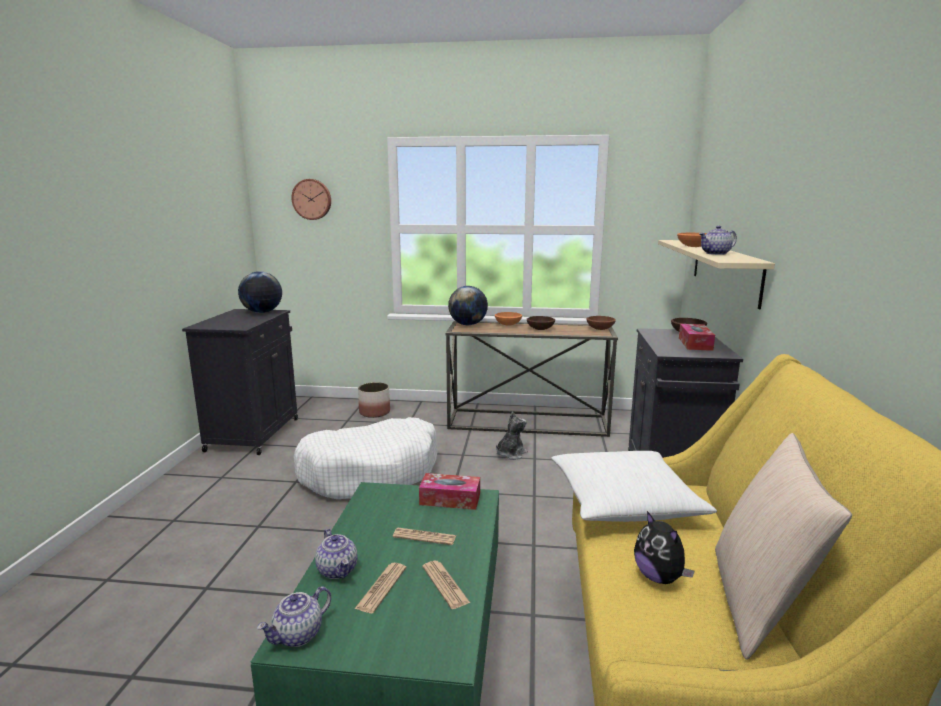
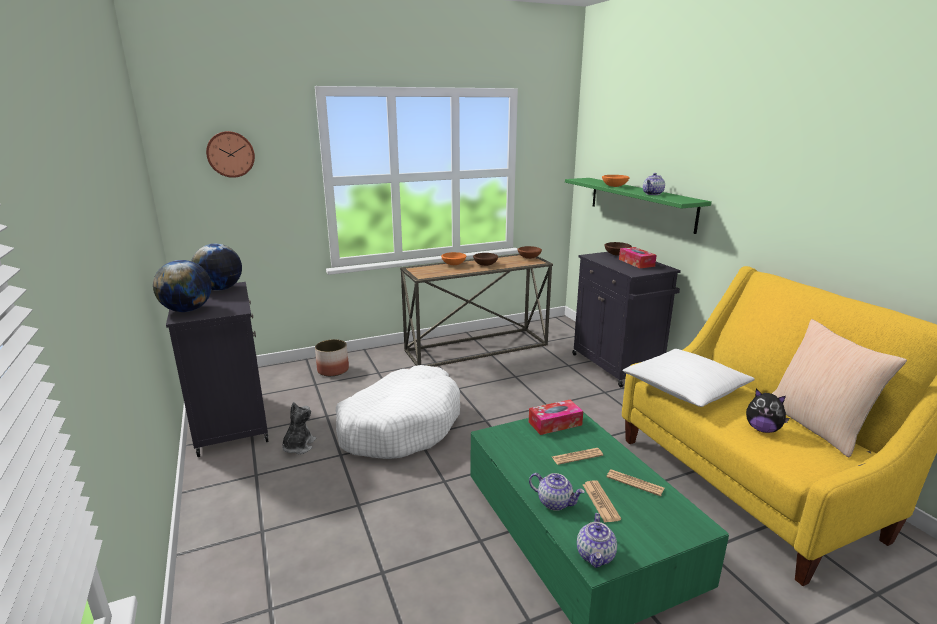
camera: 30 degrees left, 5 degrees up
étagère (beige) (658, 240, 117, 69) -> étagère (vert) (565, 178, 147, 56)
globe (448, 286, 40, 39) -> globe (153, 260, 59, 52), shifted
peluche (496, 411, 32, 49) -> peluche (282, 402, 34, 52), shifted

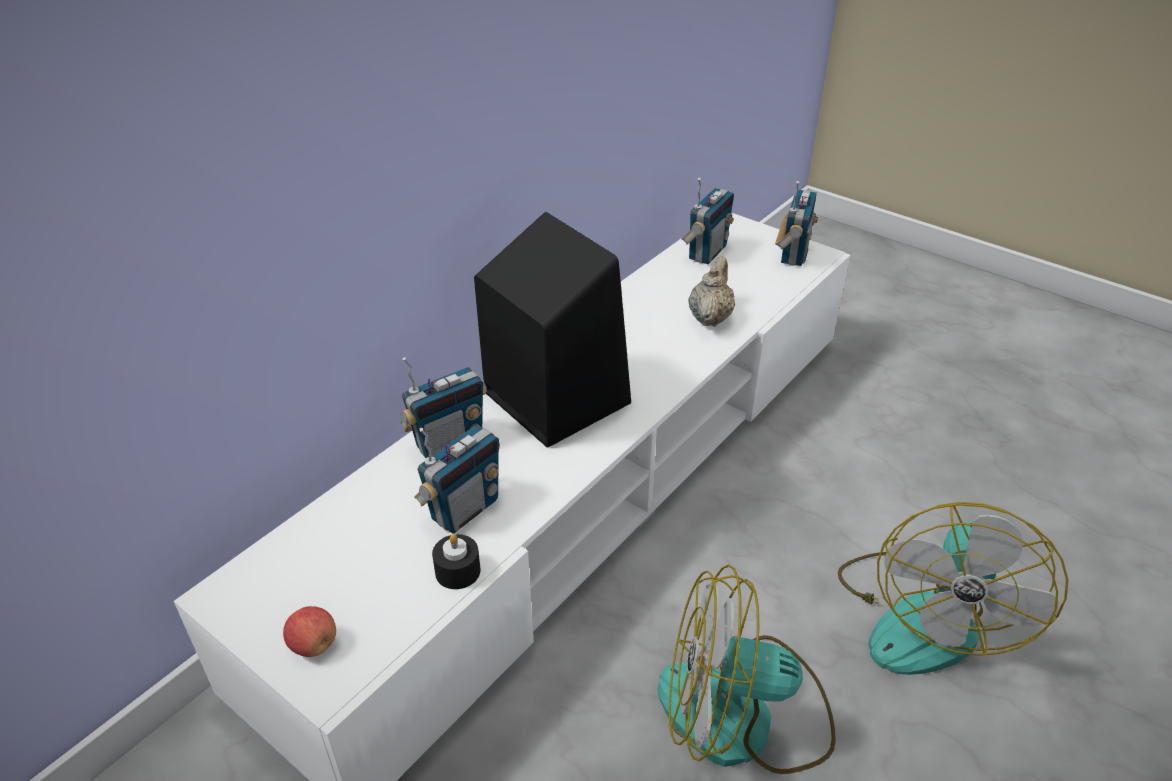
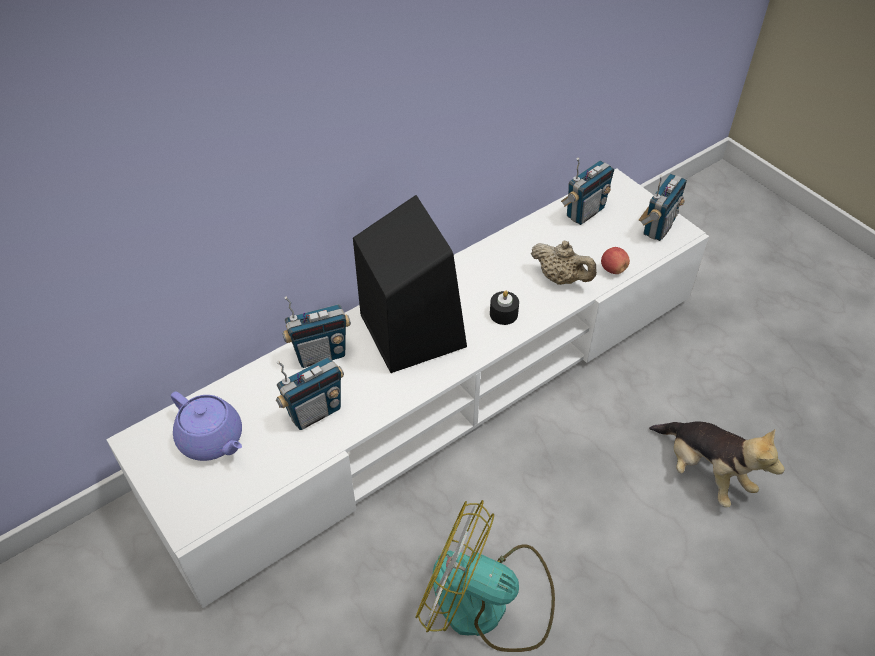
camera: 15 degrees right, 10 degrees up
théière (beige) (688, 256, 47, 71) -> théière (beige) (531, 240, 66, 45), 90 degrees clockwise
ventilateur (838, 502, 230, 173) -> none
bougie (noir) (432, 534, 49, 55) -> bougie (noir) (490, 291, 29, 34), shifted
pomme (283, 606, 53, 51) -> pomme (601, 247, 29, 27), shifted
none -> théière (violet) (171, 392, 71, 69)
none -> peluche (649, 421, 136, 87)

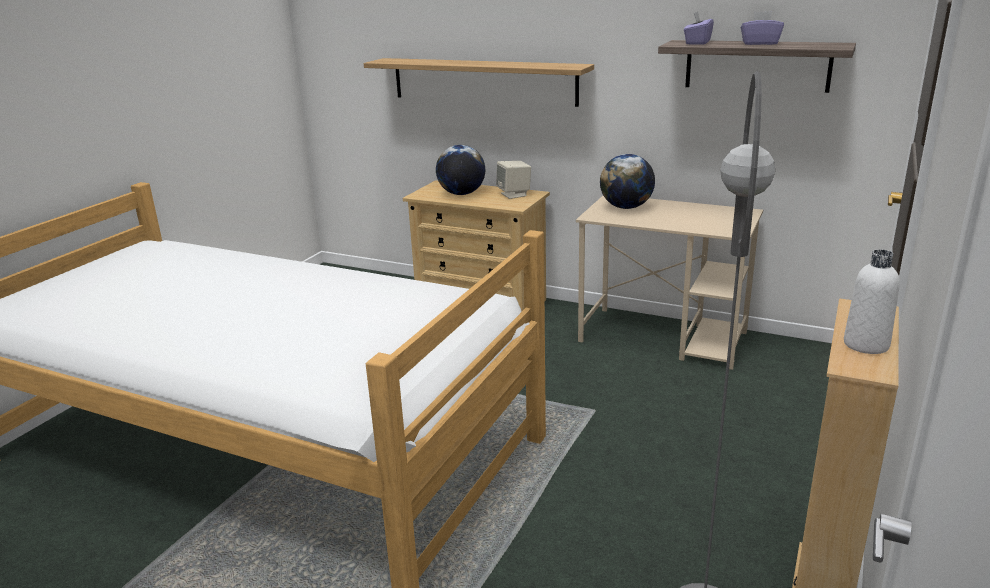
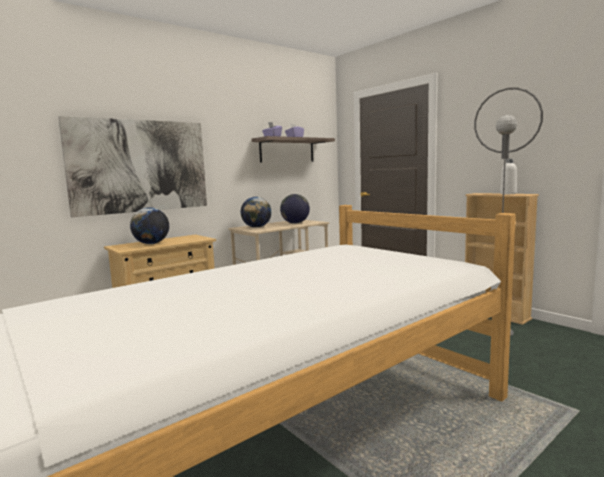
camera: 65 degrees left, 15 degrees down
étagère (364, 58, 230, 49) -> tableau (58, 116, 149, 101)
enceinte (beige) (496, 161, 35, 38) -> none
none -> globe (280, 194, 30, 30)

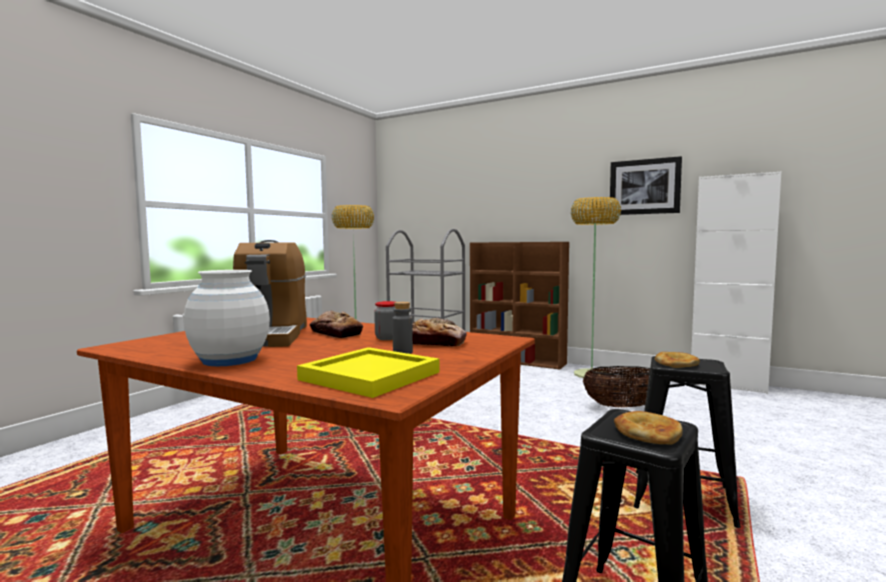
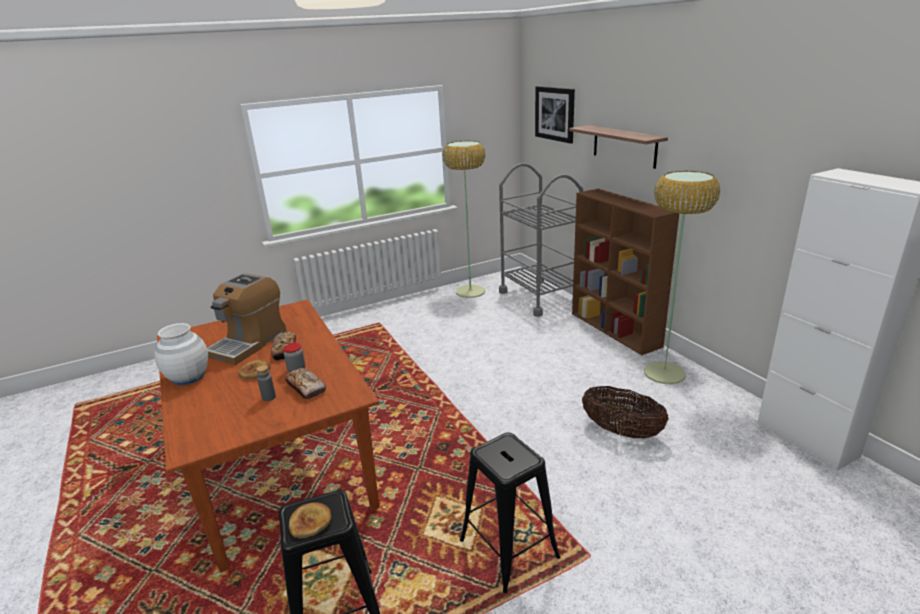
camera: 35 degrees right, 20 degrees up
tableau (609, 156, 73, 59) -> tableau (535, 86, 40, 58), shifted
plateau (jaune) (297, 347, 142, 51) -> none
pain (655, 352, 45, 16) -> pain (237, 360, 34, 19), shifted
none -> étagère (569, 125, 99, 44)

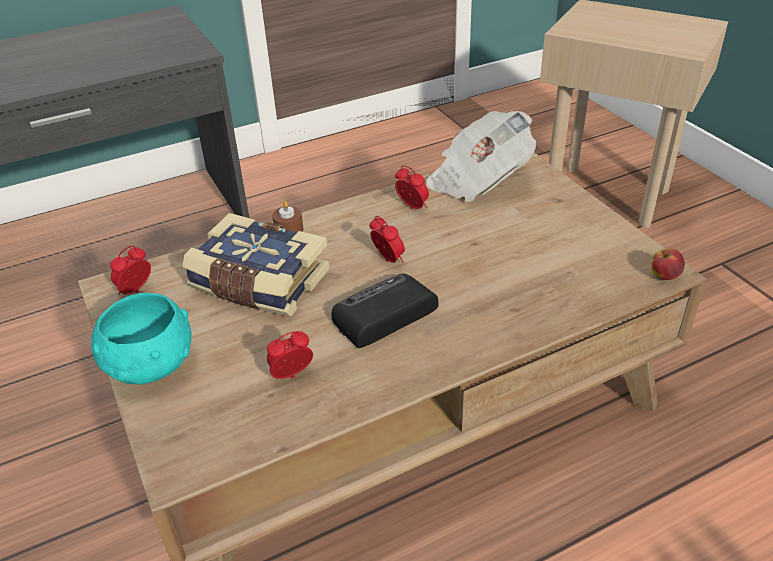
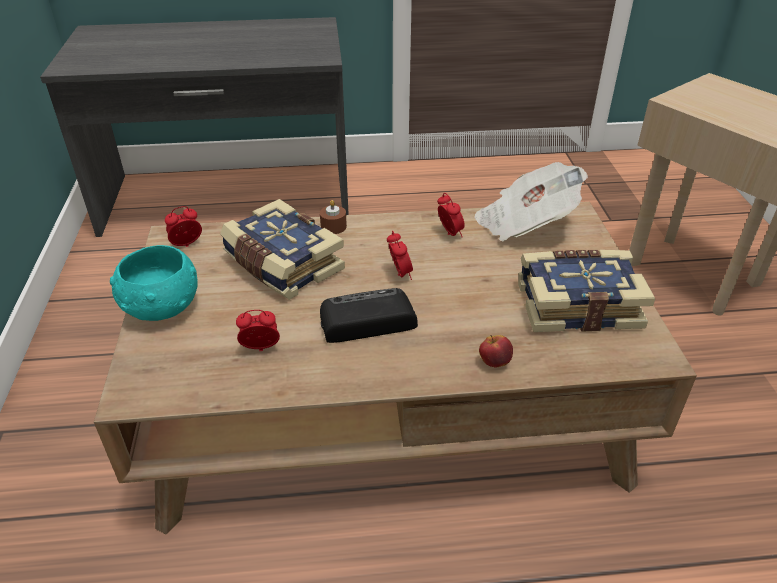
camera: 20 degrees right, 0 degrees up
pomme (651, 249, 34, 31) -> pomme (479, 335, 34, 33), shifted
none -> livre (518, 250, 137, 82)

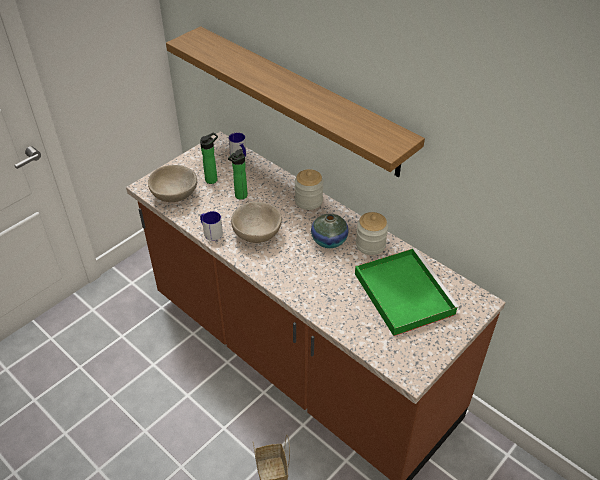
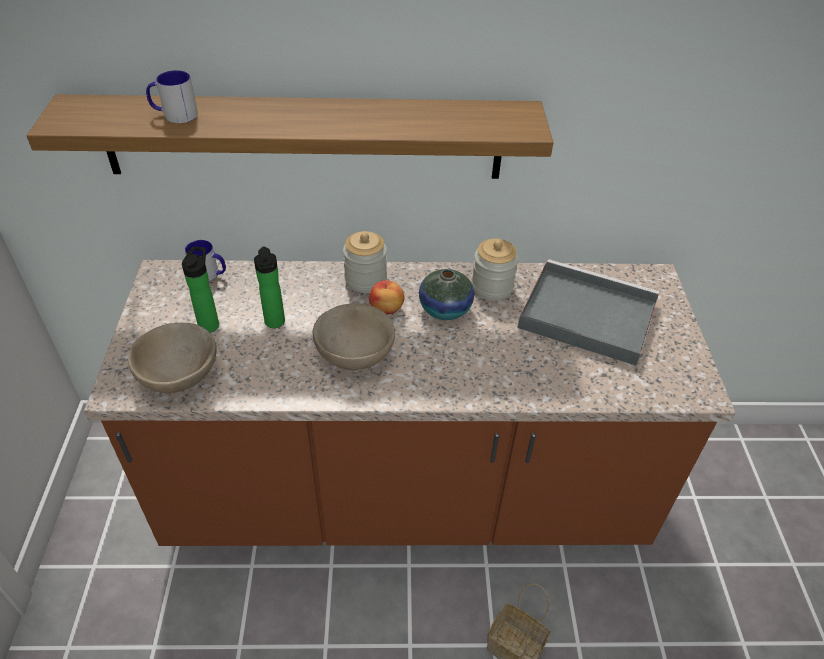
camera: 45 degrees left, 0 degrees up
mug (200, 211, 23, 30) -> mug (146, 70, 52, 53), shifted
plateau (vert) (355, 248, 105, 88) -> plateau (gris) (518, 259, 141, 107)
none -> pomme (369, 280, 36, 35)

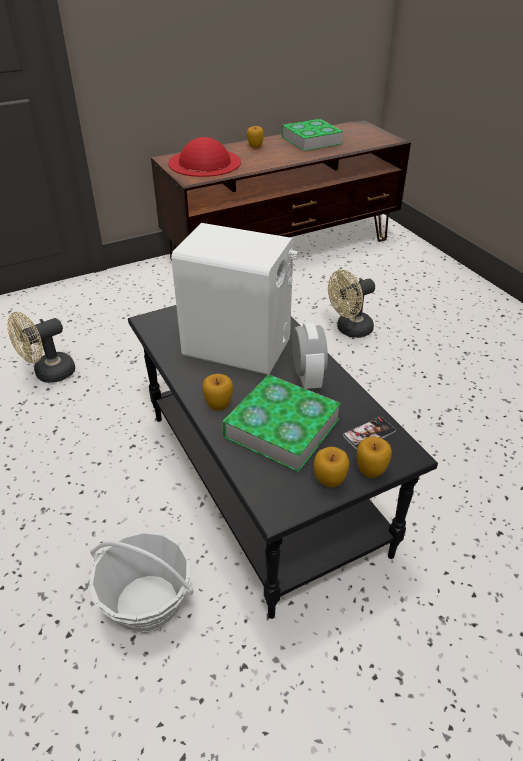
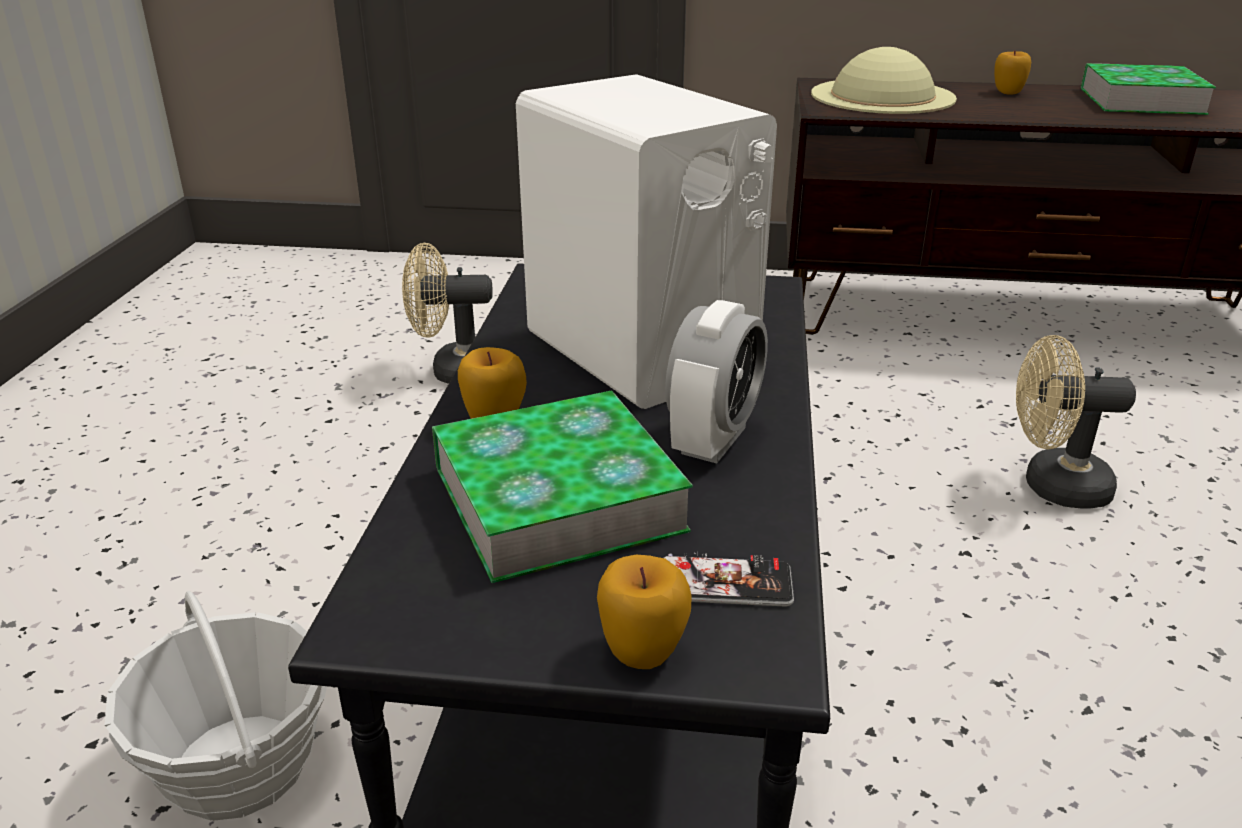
camera: 35 degrees right, 10 degrees down
chapeau (rouge) (168, 137, 73, 40) -> chapeau (beige) (811, 47, 146, 67)
pomme (313, 447, 36, 40) -> none

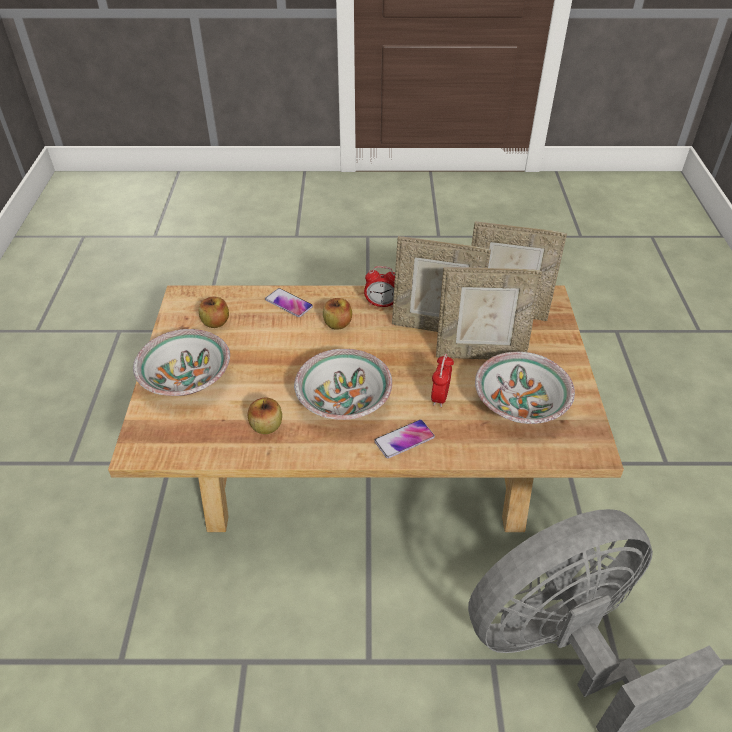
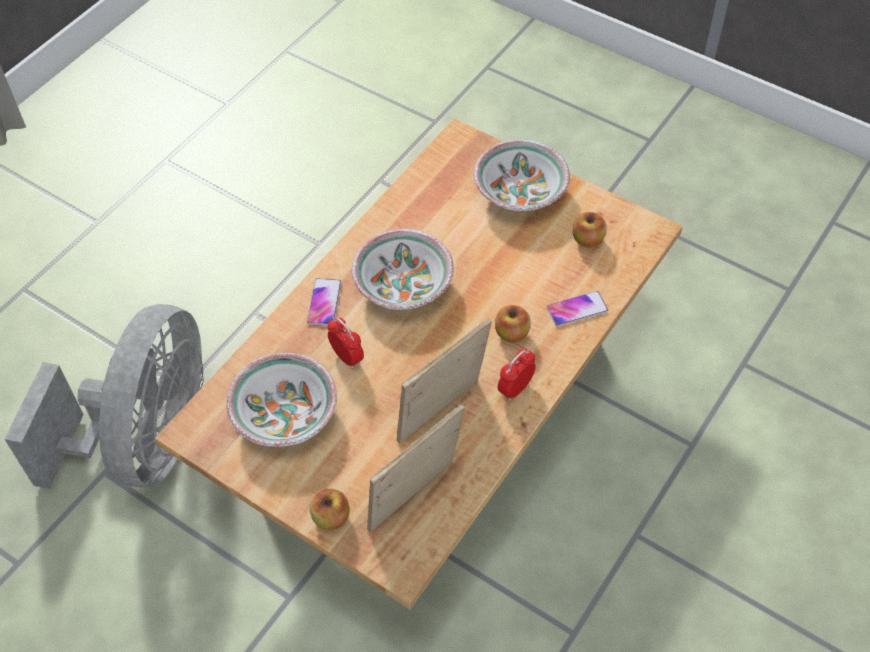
camera: 125 degrees right, 10 degrees up
cadre photo (436, 267, 106, 93) -> none
pomme (248, 398, 34, 36) -> pomme (310, 489, 40, 41), shifted

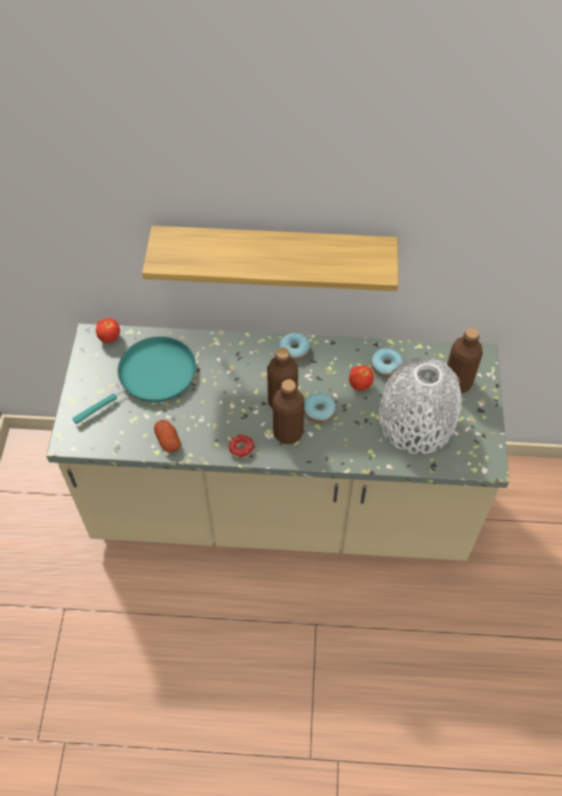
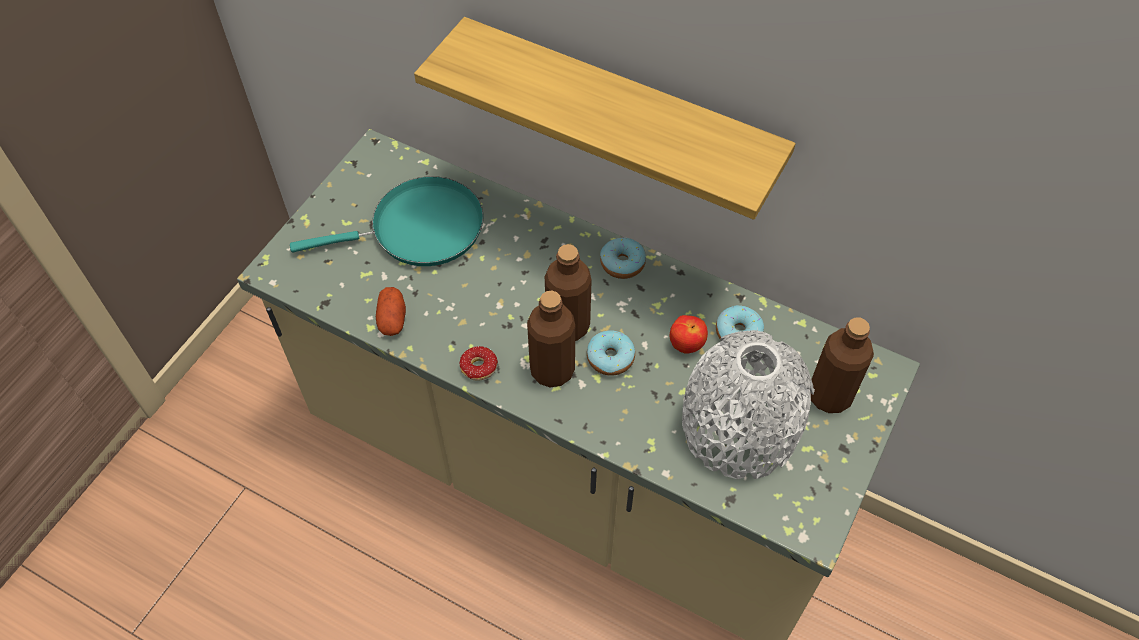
camera: 25 degrees right, 0 degrees up
pomme (96, 318, 24, 25) -> none

